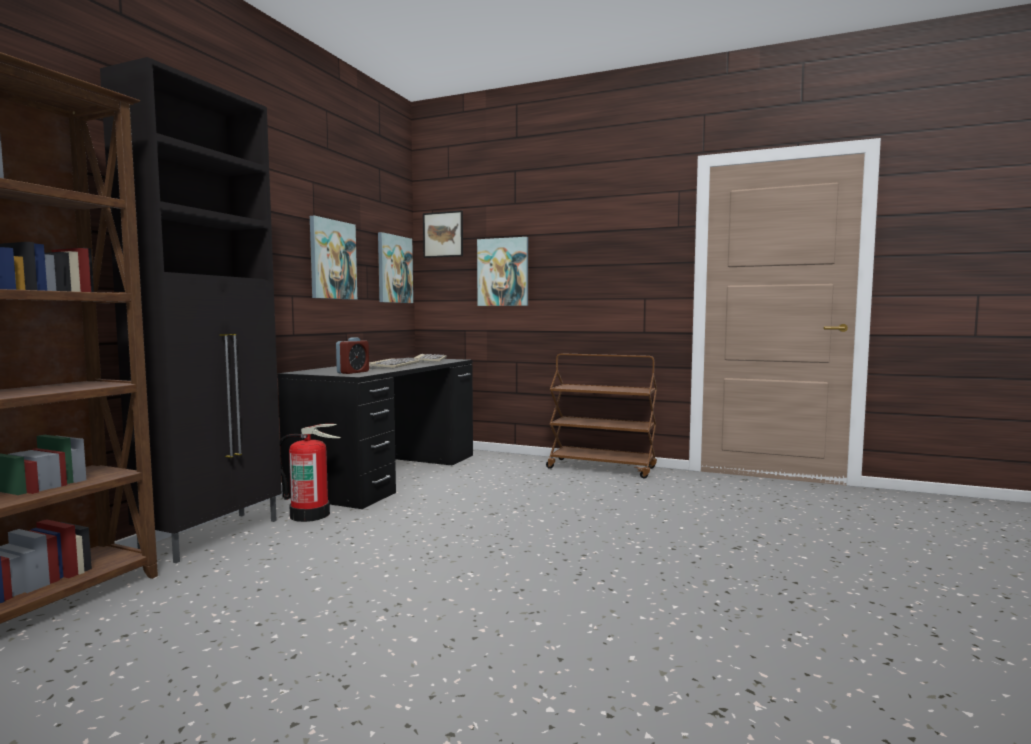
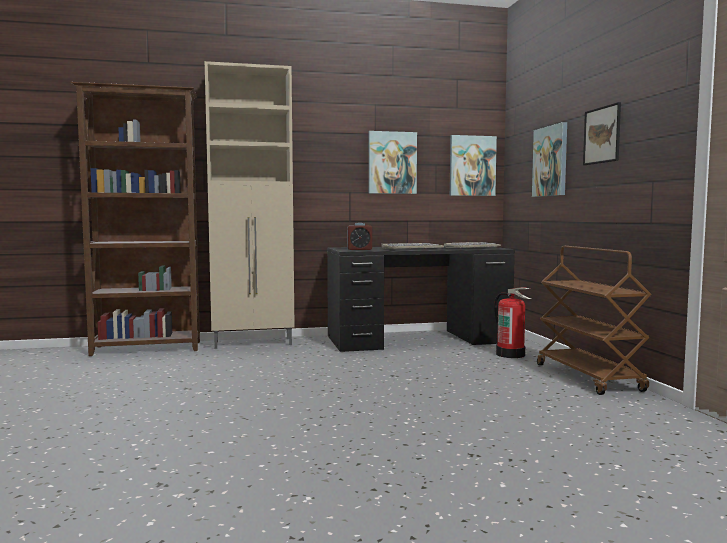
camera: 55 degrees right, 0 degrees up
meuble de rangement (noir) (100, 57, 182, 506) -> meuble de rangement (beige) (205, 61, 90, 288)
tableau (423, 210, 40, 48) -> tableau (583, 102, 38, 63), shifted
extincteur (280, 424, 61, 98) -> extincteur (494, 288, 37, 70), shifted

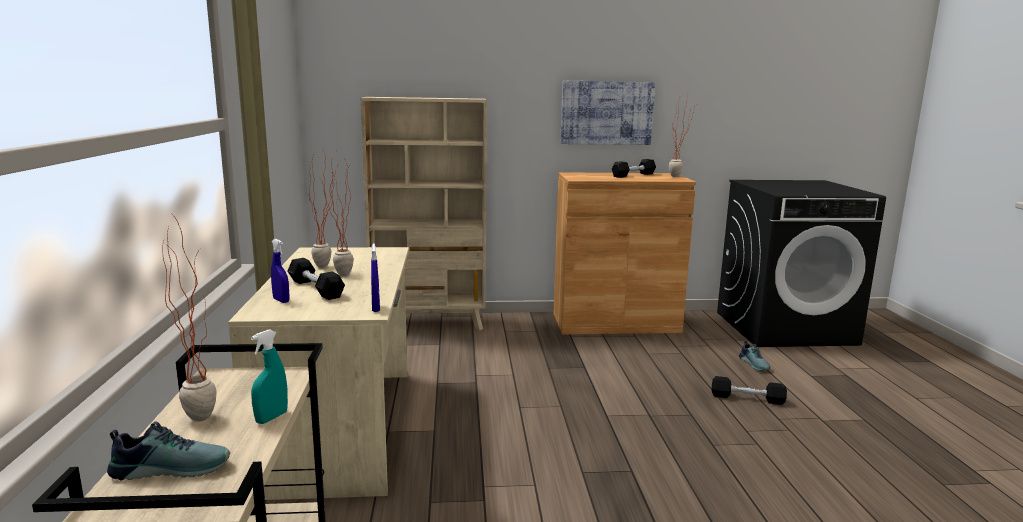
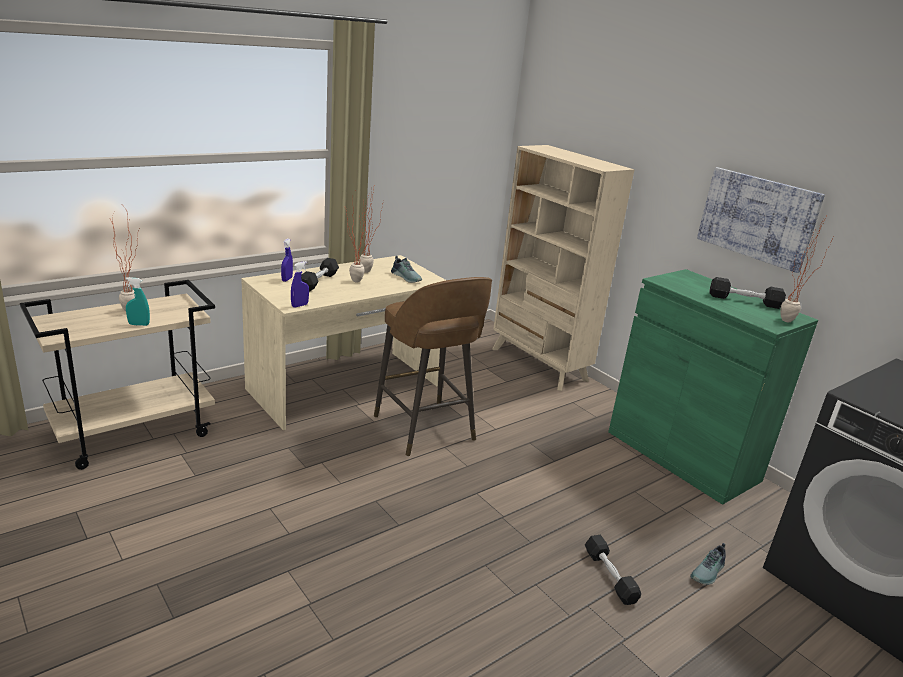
camera: 55 degrees right, 10 degrees up
meuble de rangement (marron) (554, 172, 142, 163) -> meuble de rangement (vert) (608, 269, 210, 236)
chaussure (107, 421, 123, 59) -> chaussure (391, 256, 31, 27), shifted
none -> tabouret (marron) (374, 277, 118, 179)

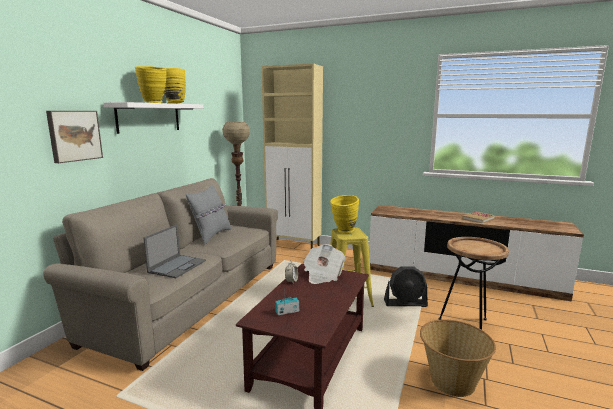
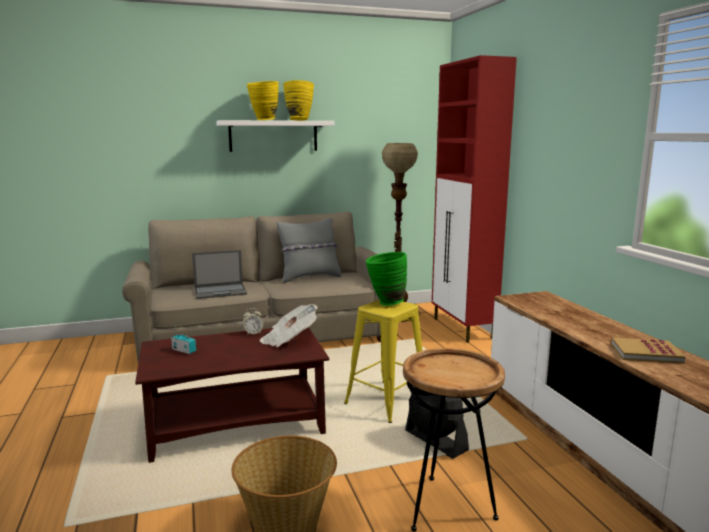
camera: 50 degrees right, 0 degrees up
meuble de rangement (beige) (261, 63, 62, 186) -> meuble de rangement (rouge) (432, 55, 85, 288)
tableau (46, 111, 57, 52) -> none
vase (jaune) (330, 195, 29, 38) -> vase (vert) (366, 252, 41, 54)

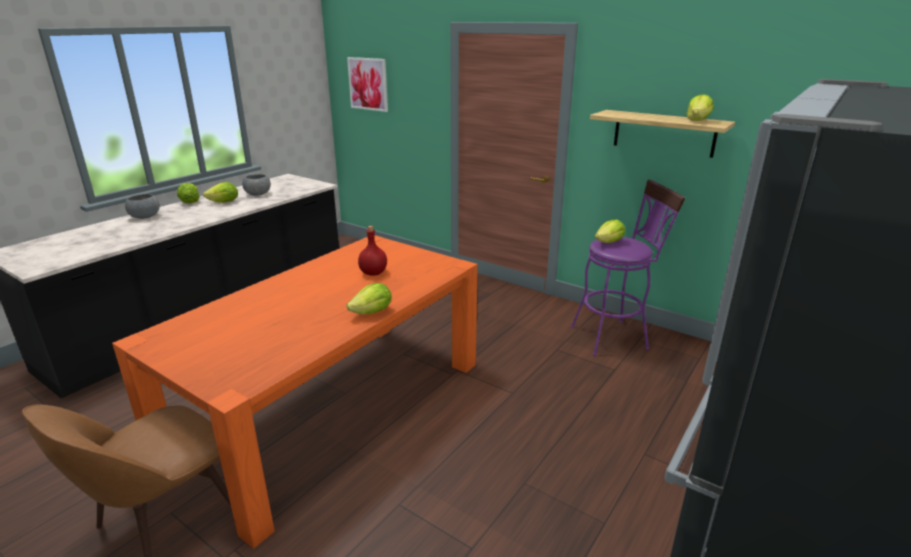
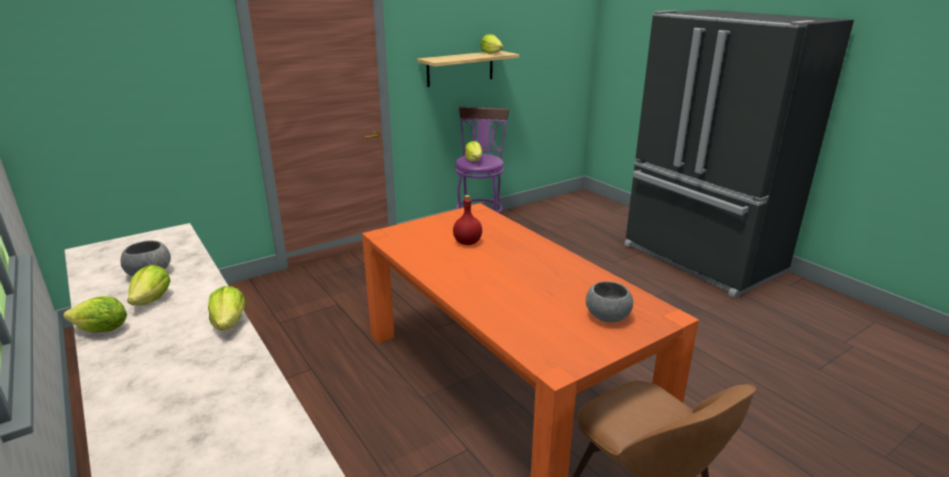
camera: 70 degrees left, 0 degrees up
tableau (347, 57, 41, 55) -> none
bol (gris) (125, 194, 35, 25) -> bol (gris) (586, 281, 47, 41), shifted
laitue (346, 283, 46, 31) -> laitue (208, 286, 37, 45), shifted

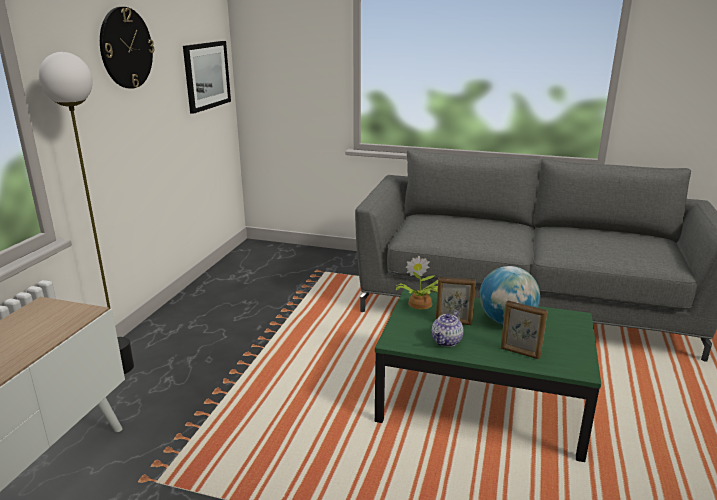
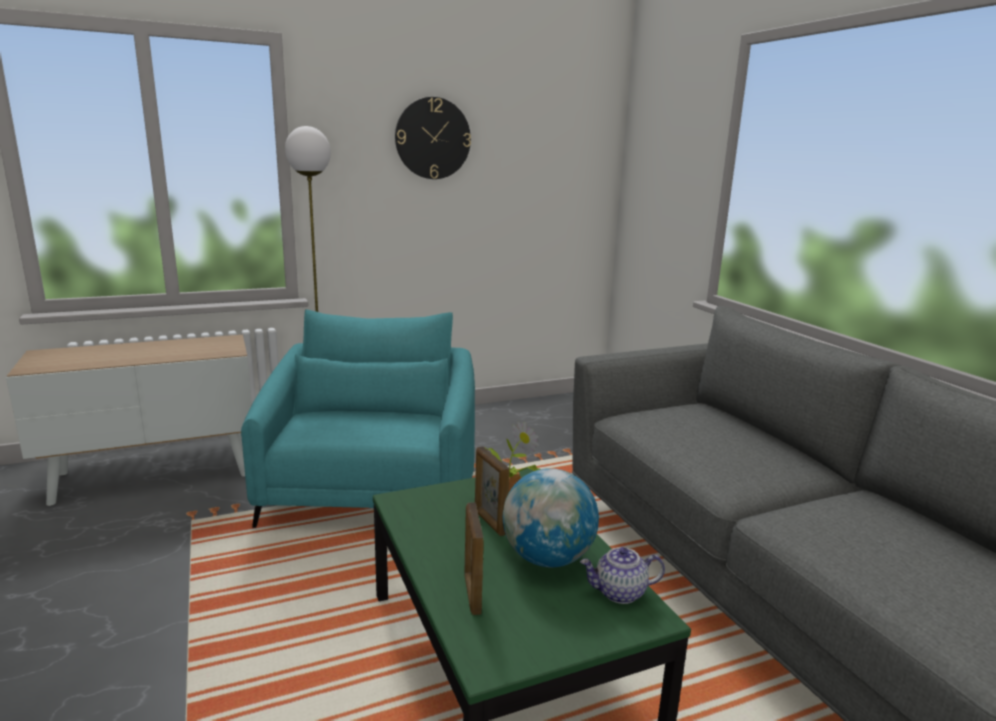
camera: 50 degrees right, 5 degrees down
tableau (183, 41, 48, 73) -> none
théière (432, 311, 32, 36) -> théière (580, 547, 85, 57), shifted
none -> fauteuil (turquoise) (241, 310, 234, 218)

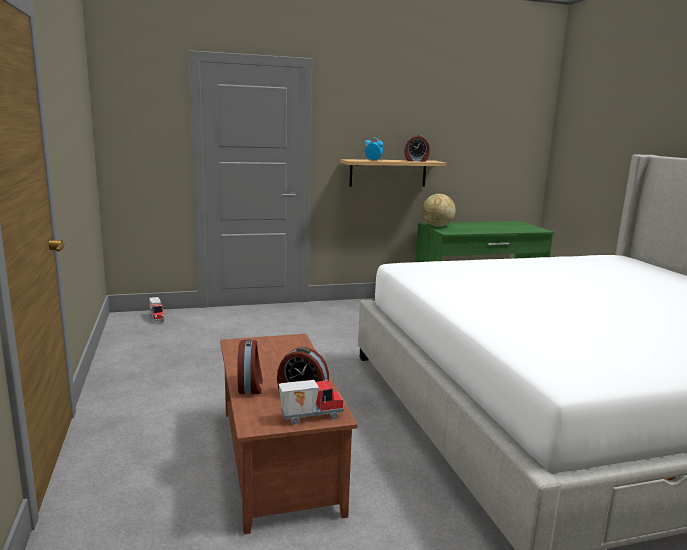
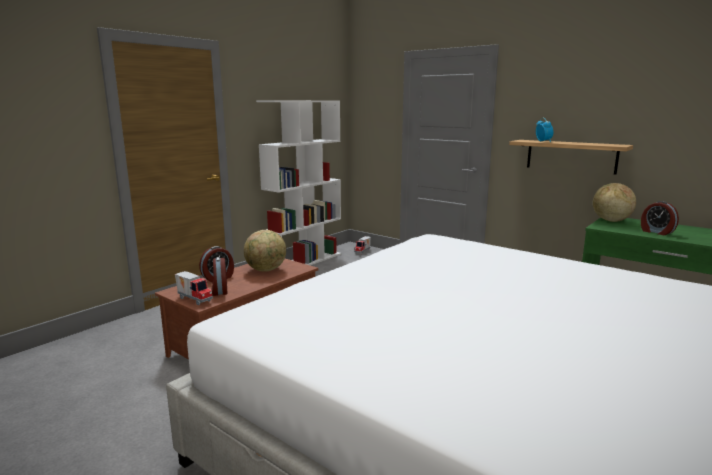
camera: 55 degrees right, 0 degrees up
réveil (404, 135, 26, 27) -> réveil (641, 201, 38, 34), shifted
none -> bibliothèque (blanc) (256, 100, 85, 166)
none -> globe (244, 230, 42, 42)

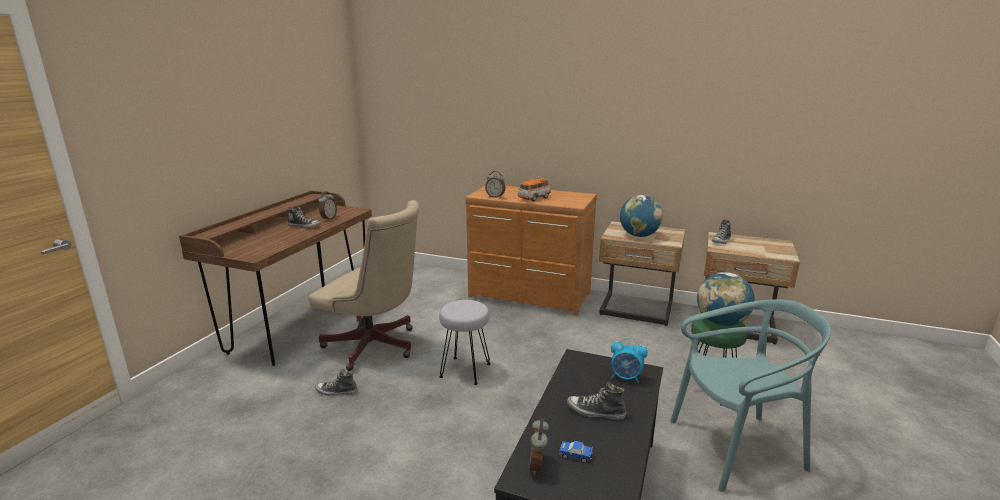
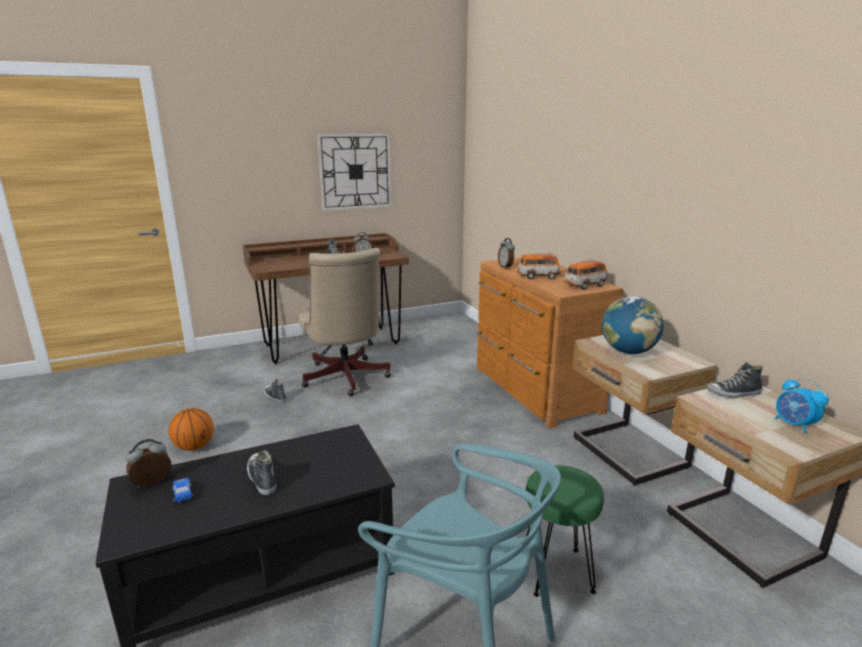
camera: 45 degrees right, 0 degrees up
globe (697, 272, 58, 54) -> none
tabouret (gris) (439, 300, 51, 85) -> none
réveil (611, 338, 37, 45) -> réveil (774, 378, 55, 55), shifted
none -> horloge murale (317, 133, 75, 78)
none -> petite voiture (563, 259, 44, 31)
none -> ballon de basket (169, 408, 45, 43)

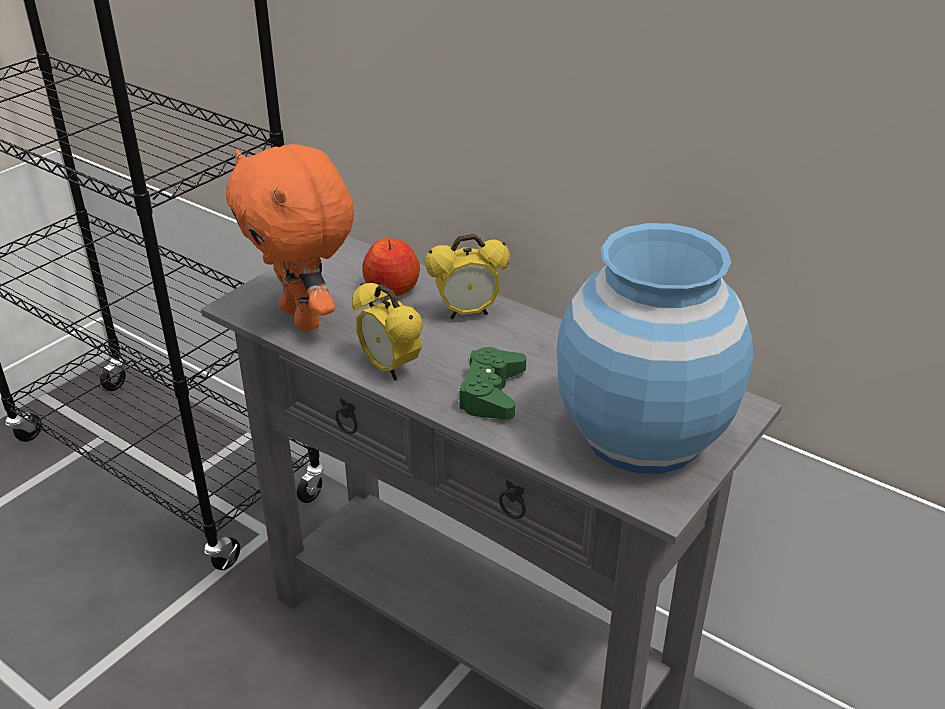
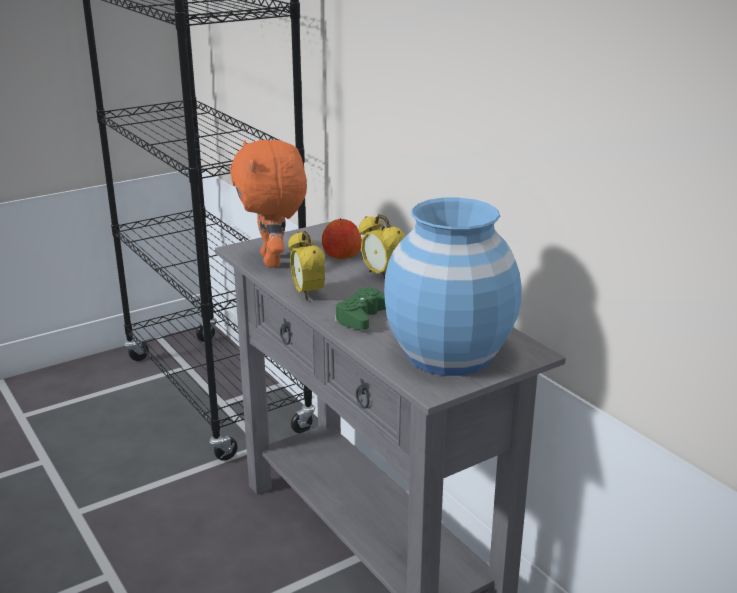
camera: 20 degrees right, 10 degrees down
réveil (425, 234, 85, 85) -> réveil (359, 214, 46, 66), 45 degrees clockwise

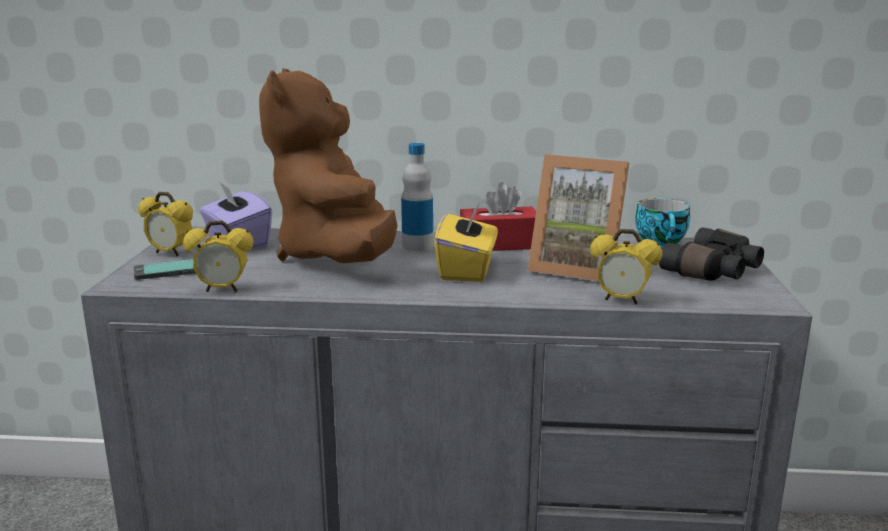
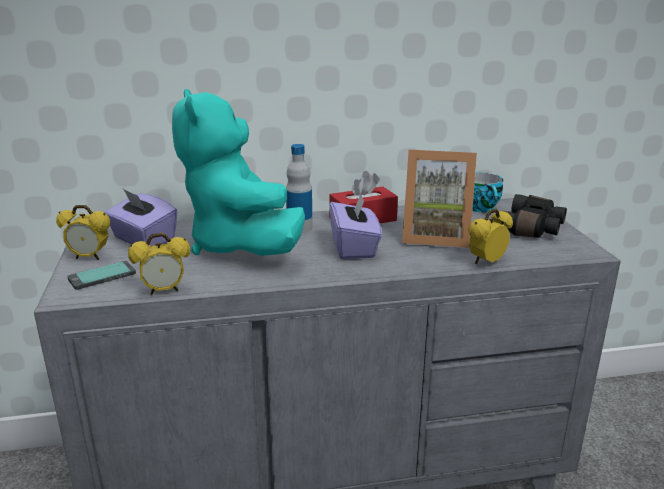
camera: 15 degrees left, 5 degrees up
peluche (marron) (259, 68, 139, 195) -> peluche (turquoise) (172, 89, 133, 167)
boîte à mouchoirs (jaune) (434, 203, 64, 79) -> boîte à mouchoirs (violet) (329, 194, 53, 65)
réveil (590, 229, 73, 76) -> réveil (468, 209, 45, 55), 135 degrees clockwise

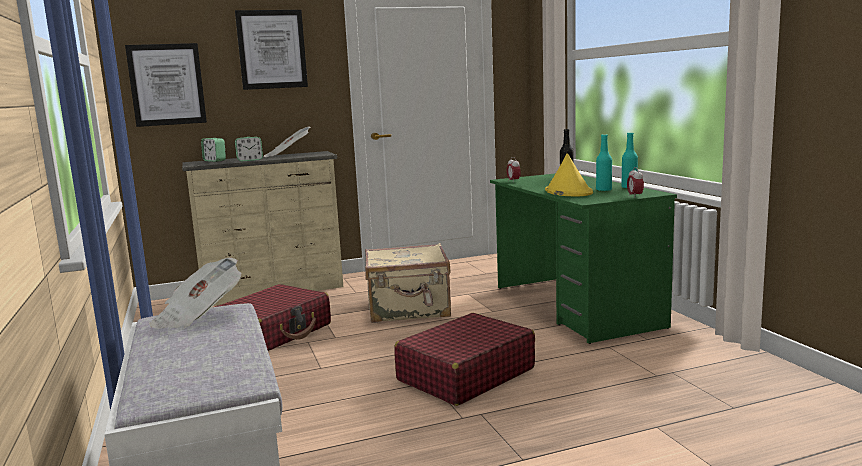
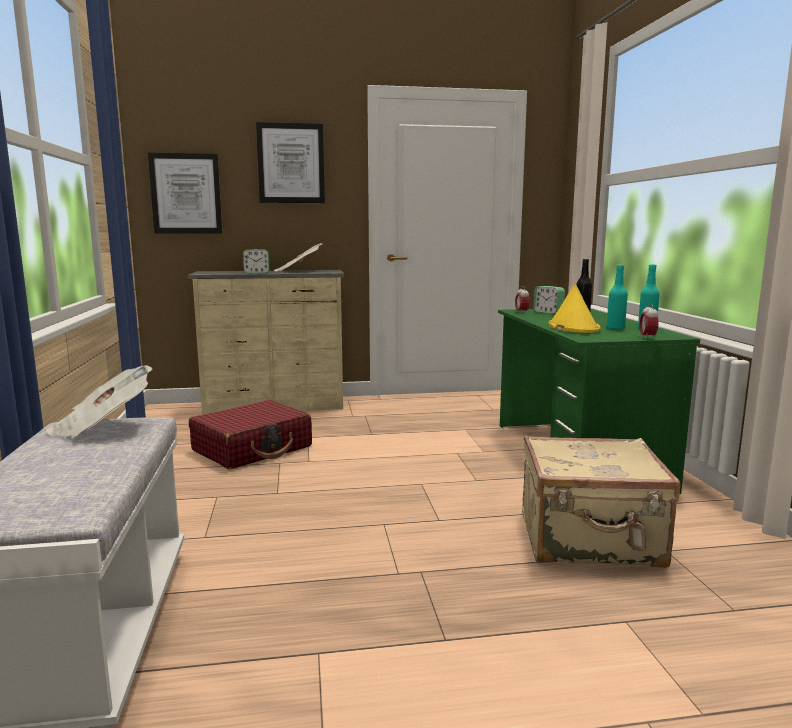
camera: 10 degrees right, 0 degrees up
réveil (201, 138, 25, 24) -> réveil (533, 286, 32, 28), shifted
valise (beige) (365, 243, 86, 80) -> valise (beige) (522, 436, 158, 132), shifted
valise (rouge) (394, 313, 141, 93) -> none

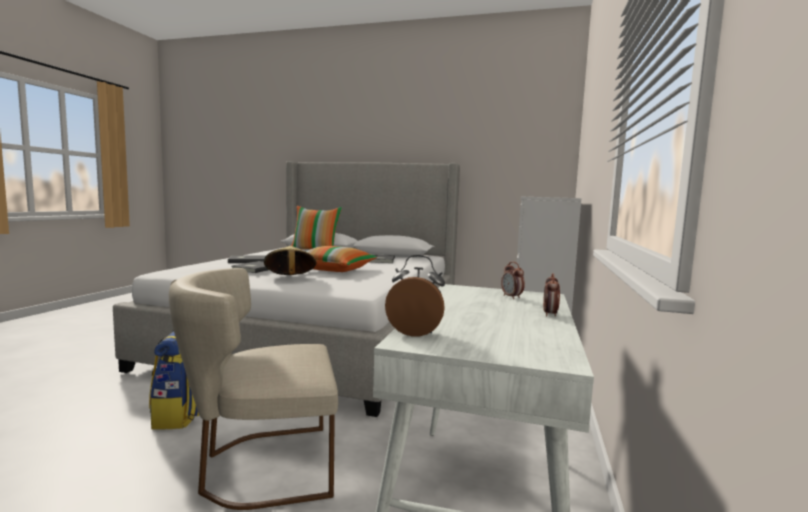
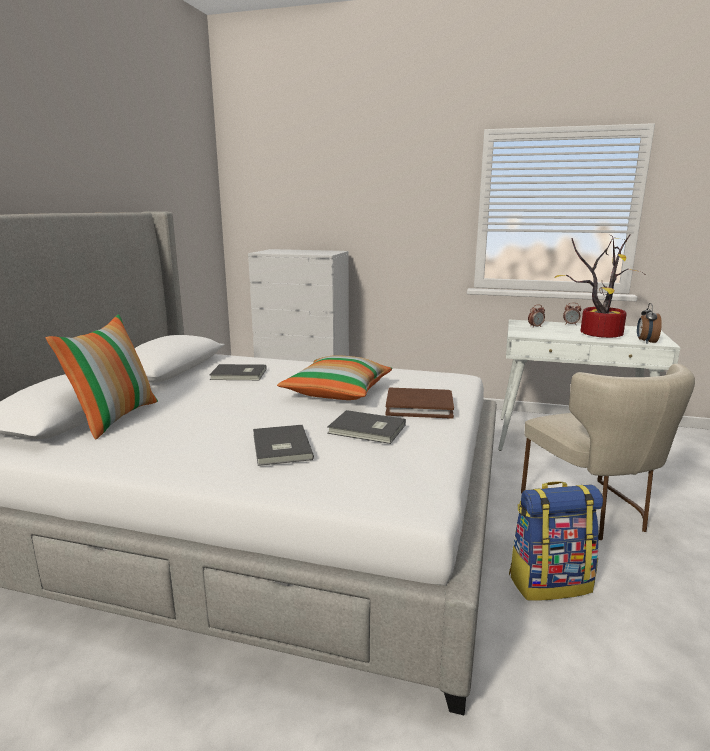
camera: 90 degrees left, 10 degrees up
chapeau (beige) (264, 246, 53, 29) -> livre (marron) (385, 388, 69, 31)
none -> plante en pot (554, 234, 93, 104)

